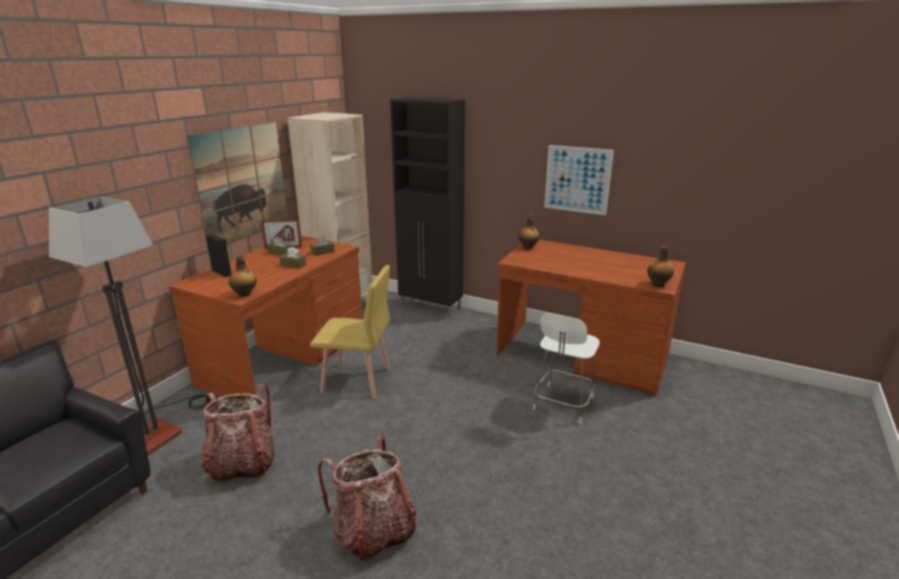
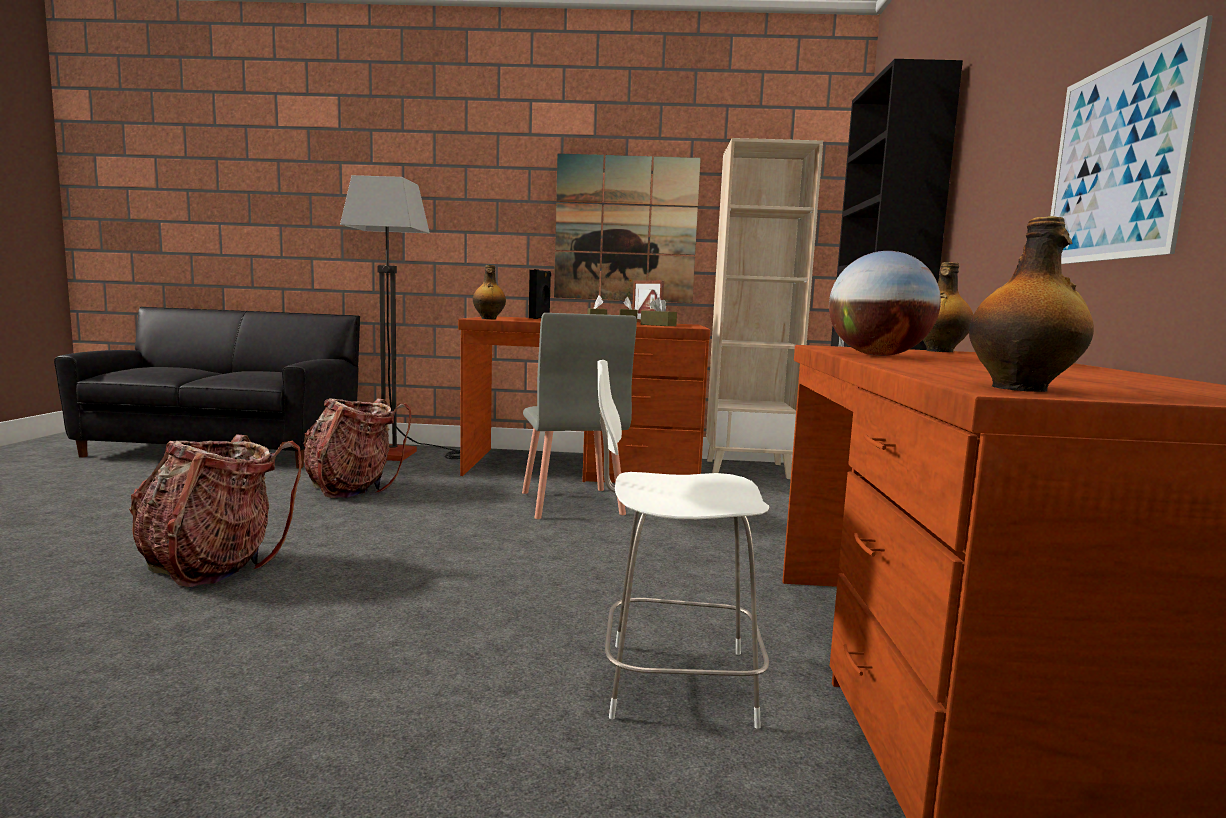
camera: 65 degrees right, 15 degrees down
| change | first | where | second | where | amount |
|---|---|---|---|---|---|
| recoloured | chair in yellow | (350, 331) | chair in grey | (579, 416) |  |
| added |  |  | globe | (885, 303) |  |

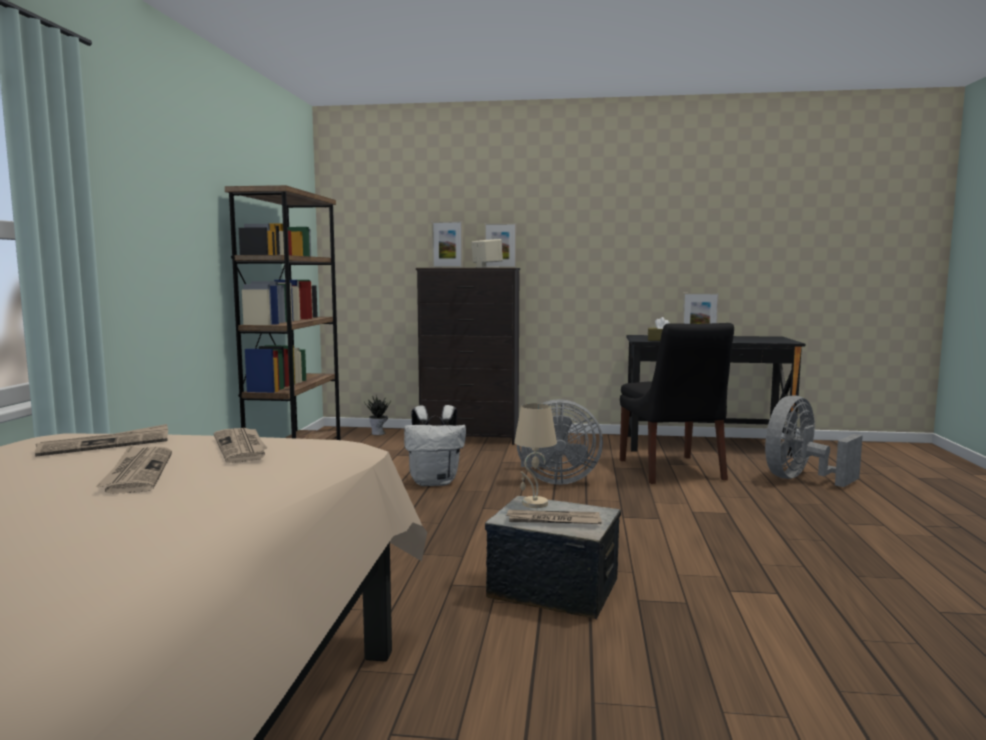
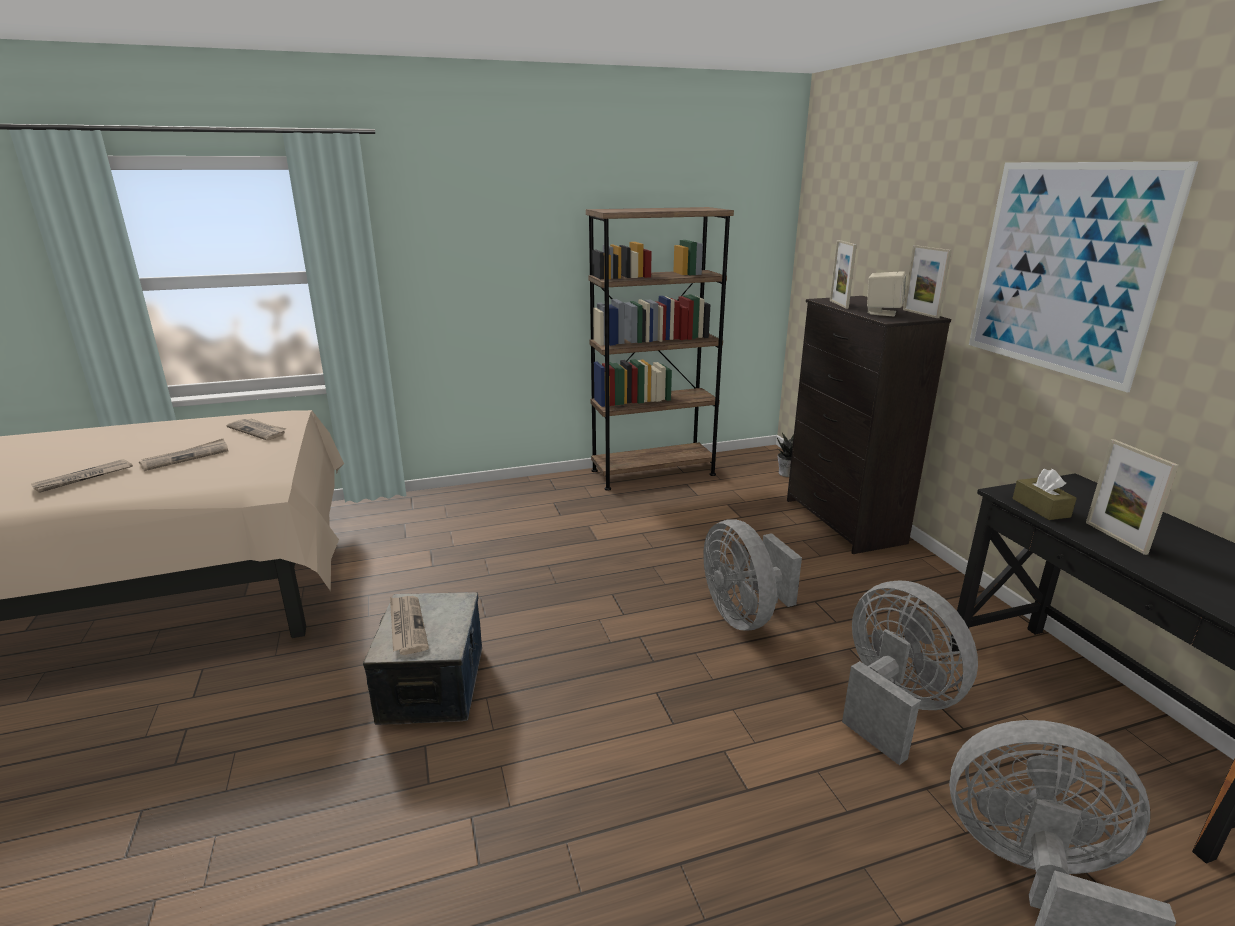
camera: 65 degrees right, 15 degrees up
| change | first | where | second | where | amount |
|---|---|---|---|---|---|
| replaced | chair in black | (677, 403) | fan in grey | (910, 673) |  |
| removed | table lamp in beige | (535, 455) |  |  |  |
| removed | backpack in white | (435, 445) |  |  |  |
| moved | newspaper | (240, 445) |  | (82, 476) |  |
| added |  |  | picture | (1083, 277) |  |

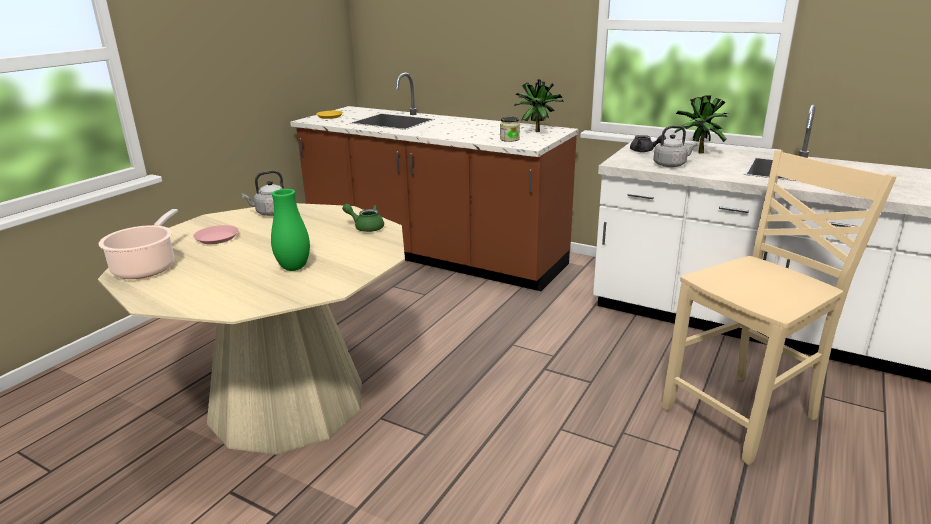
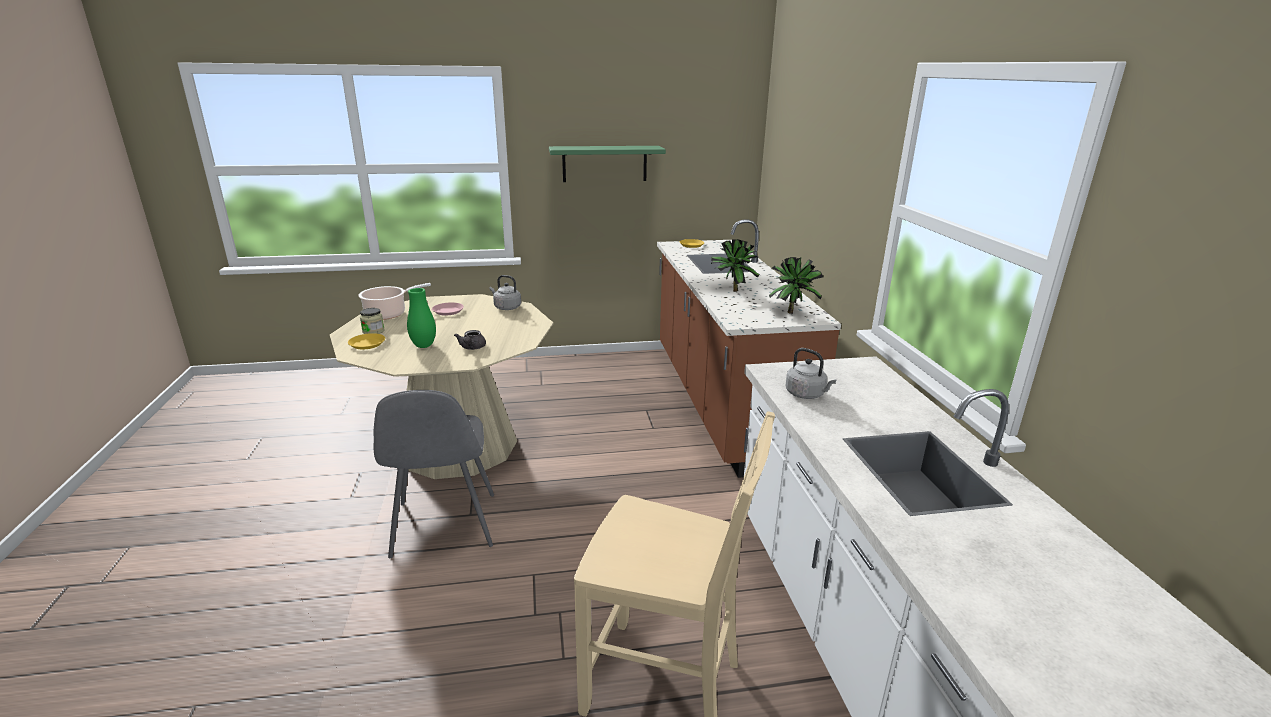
camera: 50 degrees right, 0 degrees up
| change | first | where | second | where | amount |
|---|---|---|---|---|---|
| moved | potted plant | (701, 124) |  | (735, 265) |  |
| moved | jar | (510, 129) |  | (372, 321) |  |
| moved | teapot in grey | (648, 143) |  | (470, 340) |  |
| removed | teapot in green | (363, 218) |  |  |  |
| added |  |  | shelf in green | (607, 164) |  |
| added |  |  | plate in yellow | (366, 341) |  |
| added |  |  | chair in grey | (434, 474) |  |

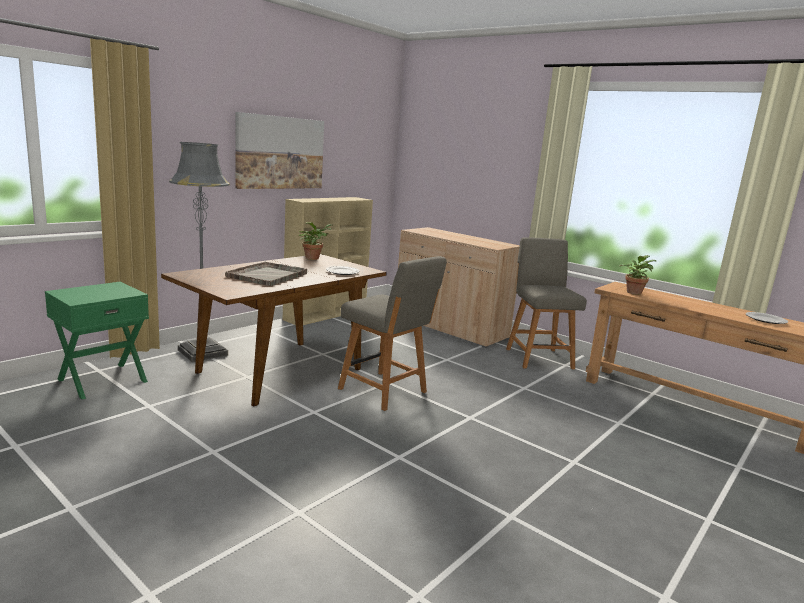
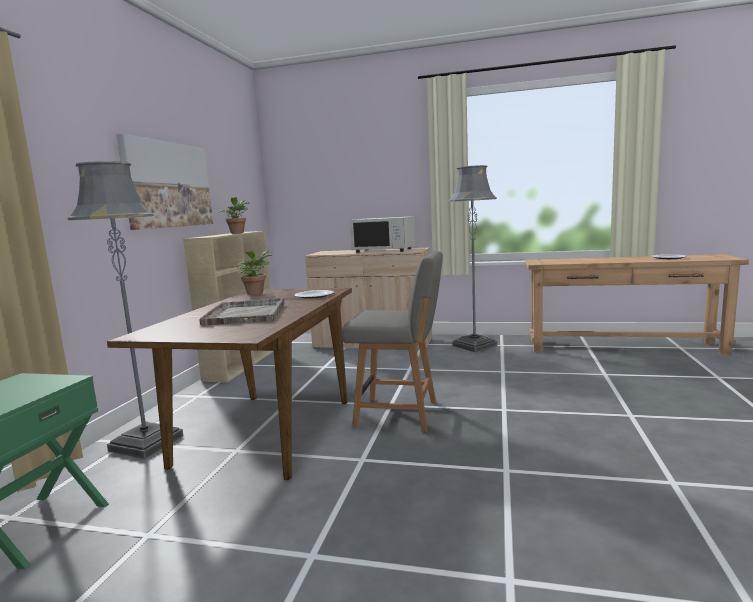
camera: 25 degrees left, 5 degrees down
| change | first | where | second | where | amount |
|---|---|---|---|---|---|
| replaced | chair in grey | (546, 303) | floor lamp in grey | (472, 258) |  |
| moved | potted plant | (637, 275) |  | (234, 215) |  |
| added |  |  | microwave in white | (382, 234) |  |

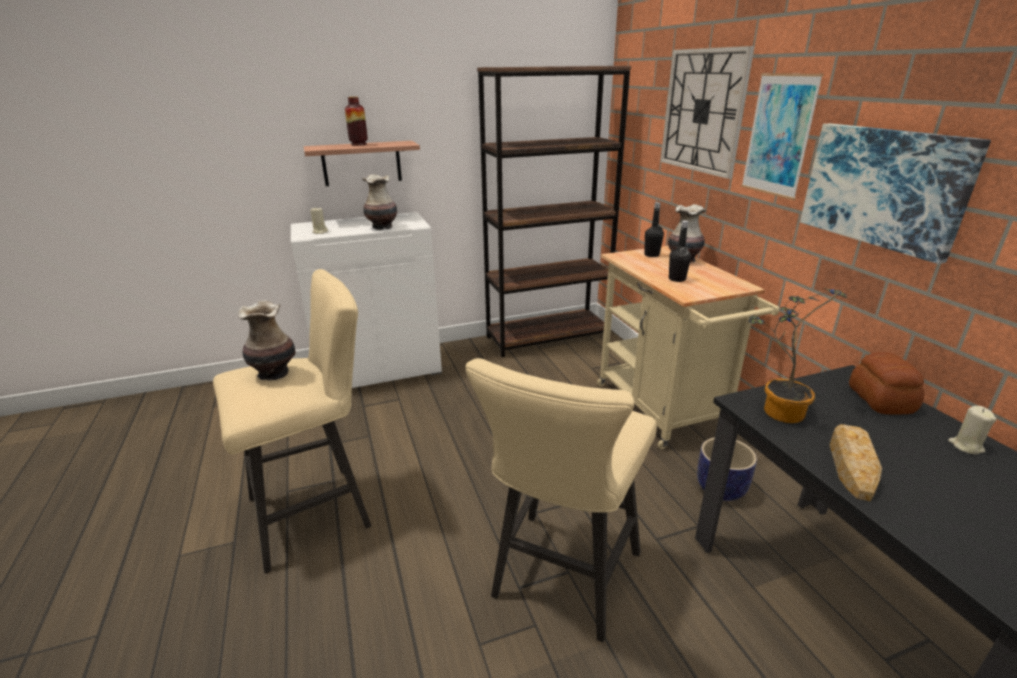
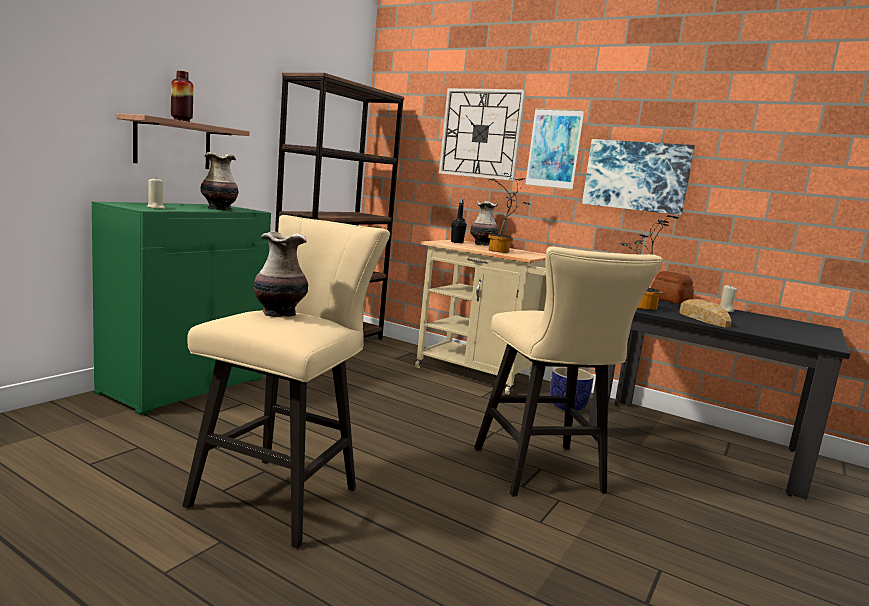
camera: 40 degrees left, 15 degrees down
| change | first | where | second | where | amount |
|---|---|---|---|---|---|
| recoloured | cabinet in white | (366, 300) | cabinet in green | (181, 308) |  |
| replaced | bottle in black | (680, 251) | potted plant | (509, 213) |  |

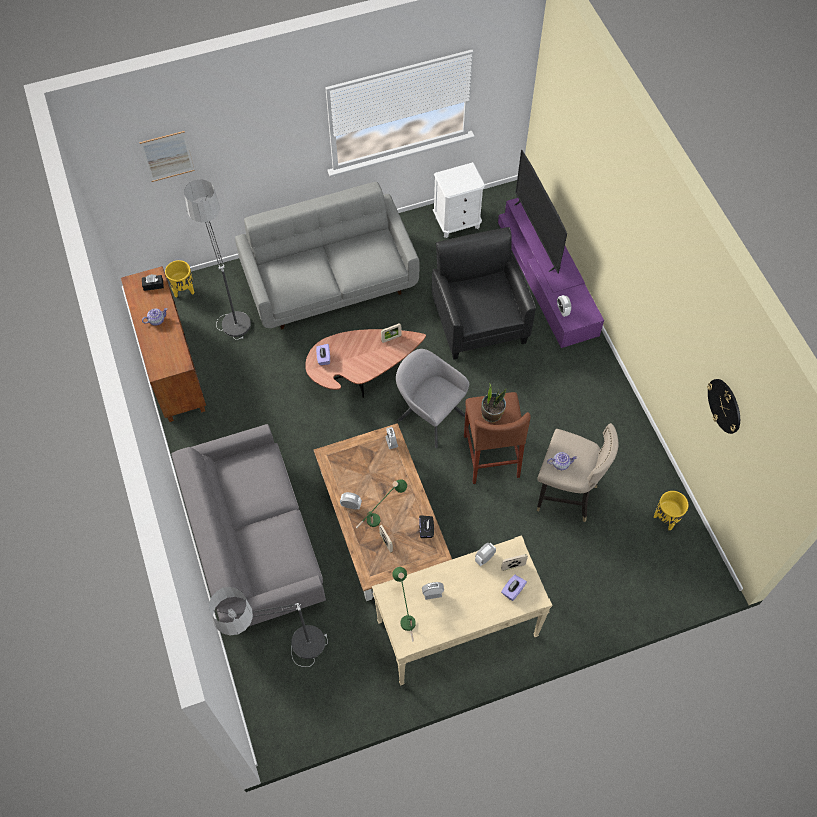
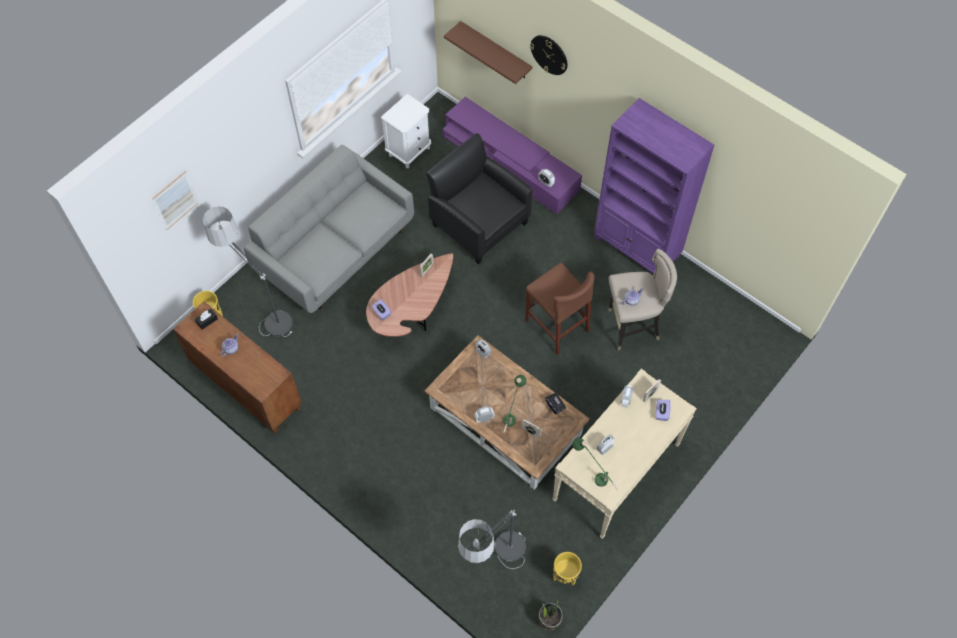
camera: 30 degrees left, 0 degrees up
| change | first | where | second | where | amount |
|---|---|---|---|---|---|
| removed | television | (541, 212) |  |  |  |
| removed | armchair in grey | (432, 398) |  |  |  |
| moved | wall clock | (723, 406) |  | (549, 55) |  |
| moved | potted plant | (493, 403) |  | (551, 615) |  |
| removed | sofa in grey | (248, 525) |  |  |  |
| moved | planter in yellow | (671, 510) |  | (567, 568) |  |
| added |  |  | shelf in brown | (488, 52) |  |
| added |  |  | bookcase in purple | (654, 186) |  |

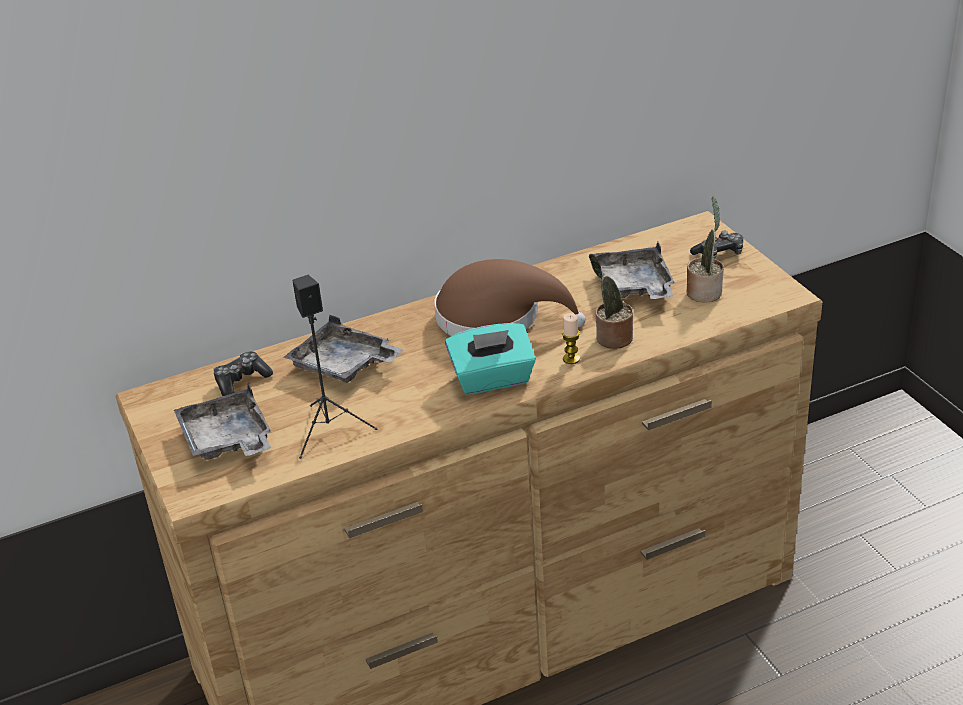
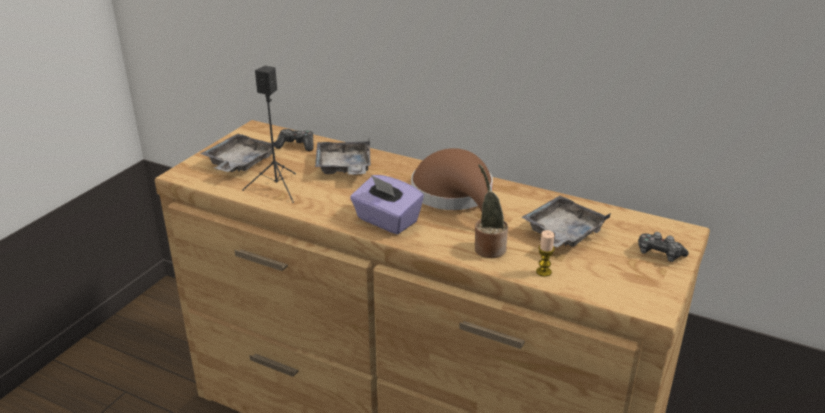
camera: 50 degrees right, 5 degrees down
| change | first | where | second | where | amount |
|---|---|---|---|---|---|
| removed | potted plant | (705, 249) |  |  |  |
| moved | candle | (571, 338) |  | (545, 253) |  |
| recoloured | tissue box in turquoise | (490, 359) | tissue box in purple | (387, 204) |  |

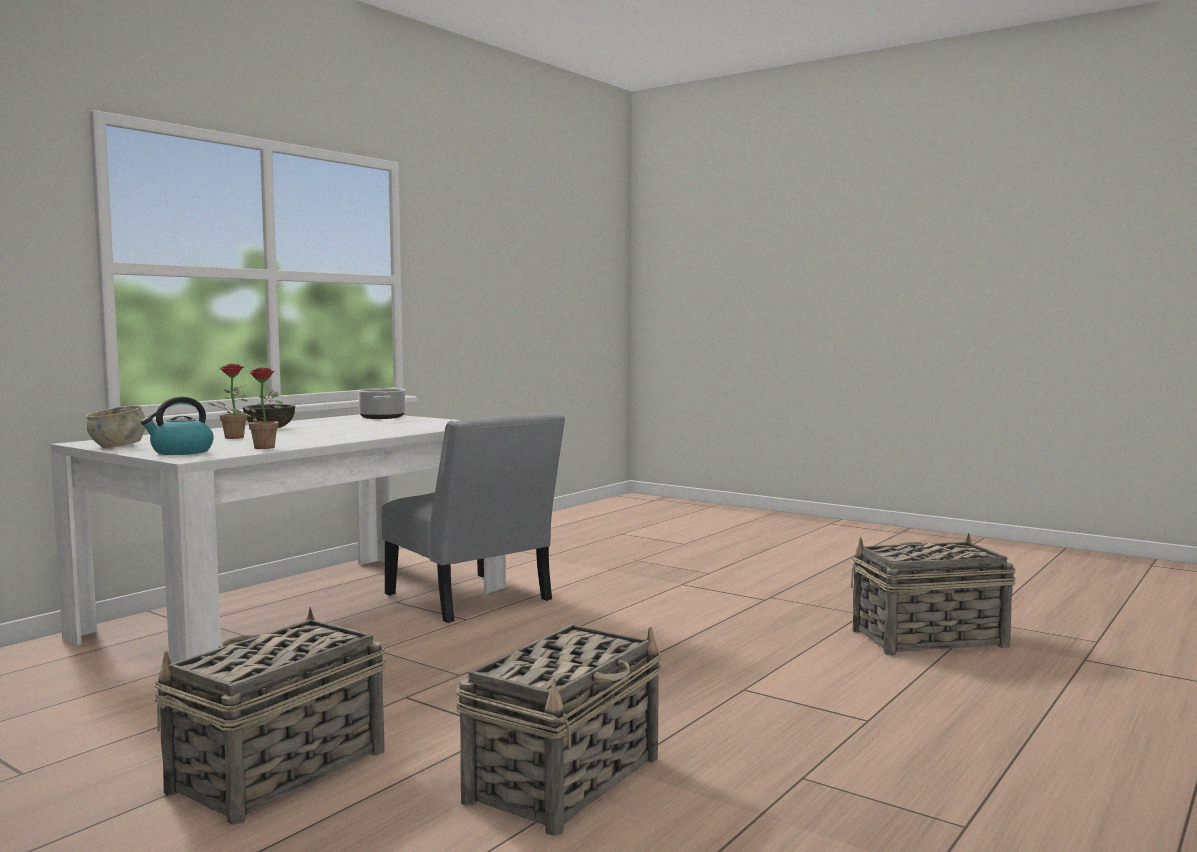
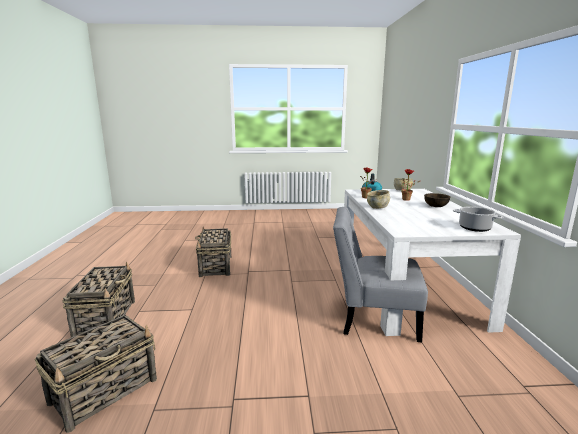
camera: 140 degrees right, 10 degrees up
| change | first | where | second | where | amount |
|---|---|---|---|---|---|
| moved | basket | (270, 716) |  | (98, 299) |  |
| added |  |  | bowl in beige | (378, 199) |  |

